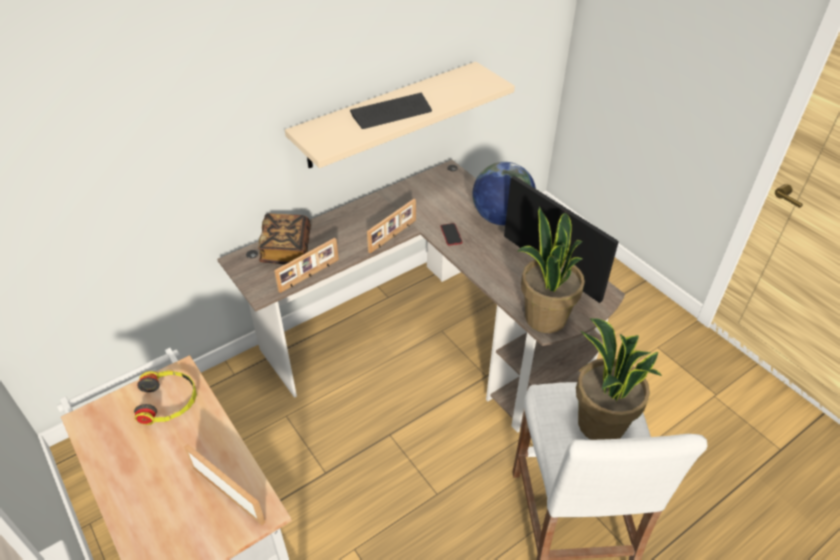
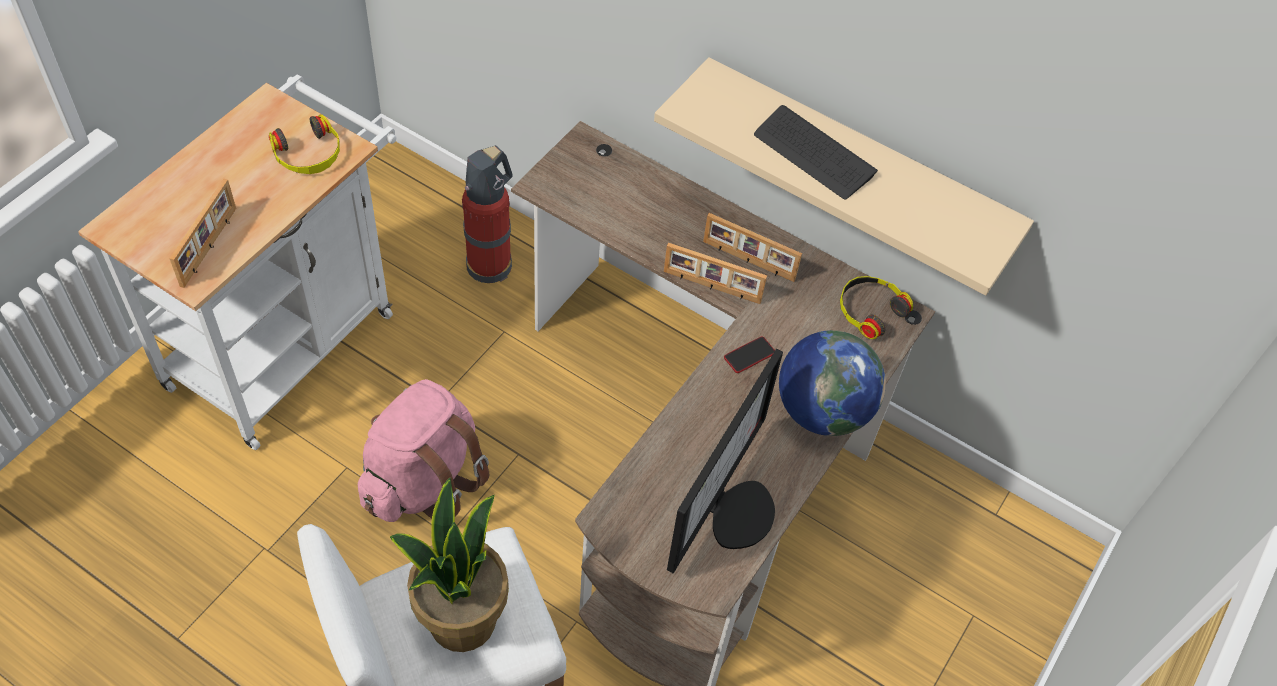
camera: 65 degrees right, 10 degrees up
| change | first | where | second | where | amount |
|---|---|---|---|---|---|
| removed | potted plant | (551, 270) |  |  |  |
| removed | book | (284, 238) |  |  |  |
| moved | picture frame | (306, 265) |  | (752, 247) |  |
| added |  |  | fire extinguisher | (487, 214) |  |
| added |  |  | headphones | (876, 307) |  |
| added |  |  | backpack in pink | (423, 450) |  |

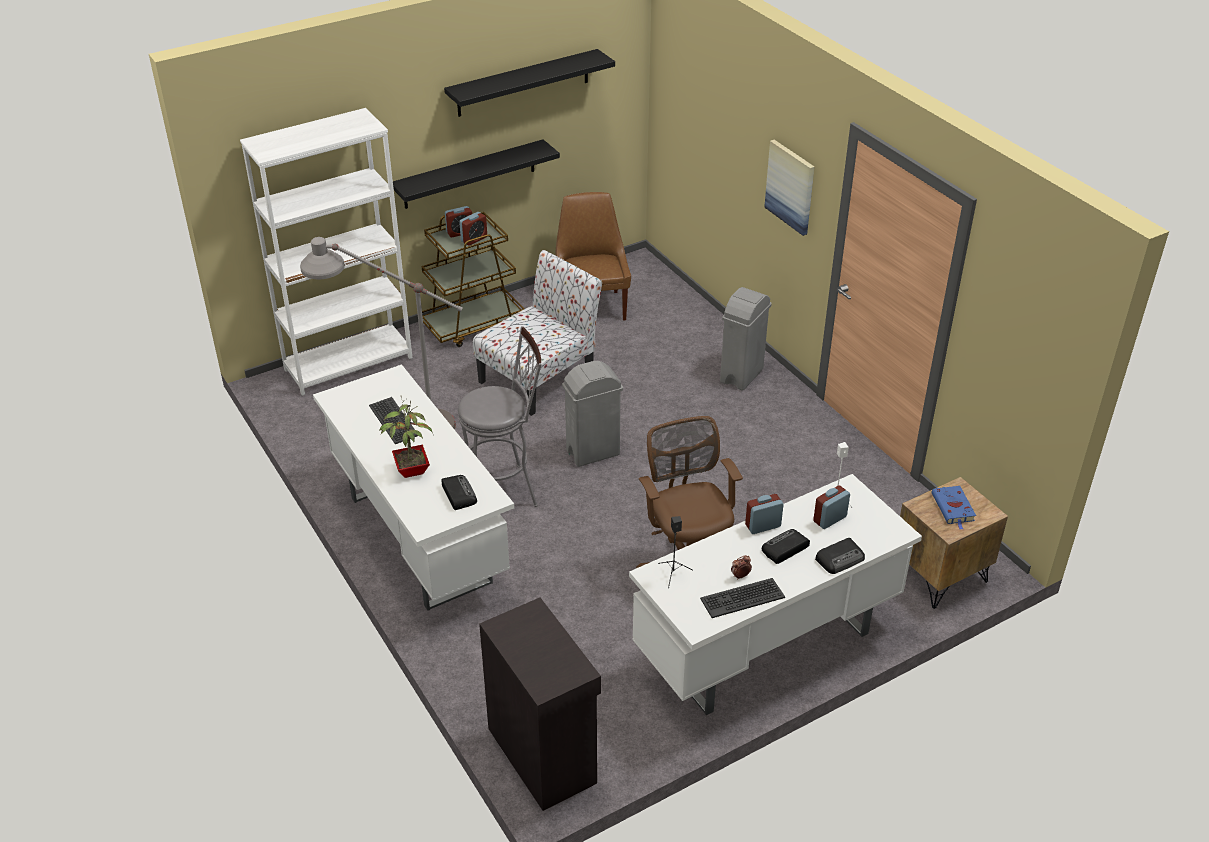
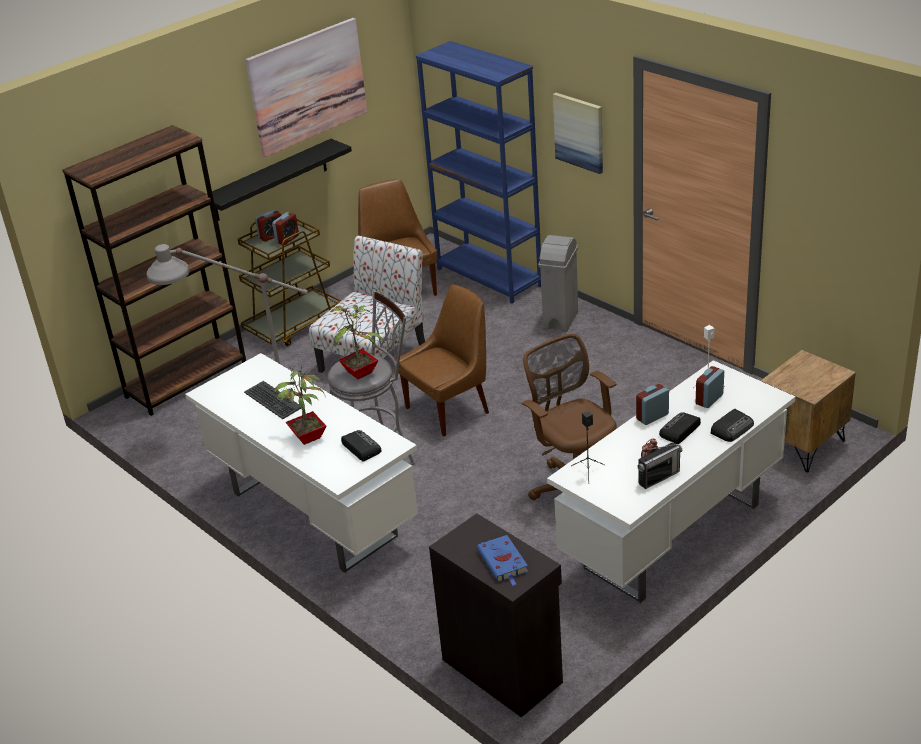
camera: 10 degrees left, 5 degrees down
| change | first | where | second | where | amount |
|---|---|---|---|---|---|
| replaced | shelf in black | (529, 83) | picture | (306, 87) |  |
| recoloured | bookcase in white | (326, 252) | bookcase in brown | (154, 270) |  |
| replaced | trash can in grey | (592, 414) | chair in brown | (442, 360) |  |
| moved | book in blue | (953, 508) |  | (502, 560) |  |
| replaced | keyboard | (742, 598) | radio | (659, 466) |  |
| added |  |  | bookcase in blue | (478, 172) |  |
| added |  |  | potted plant | (357, 342) |  |

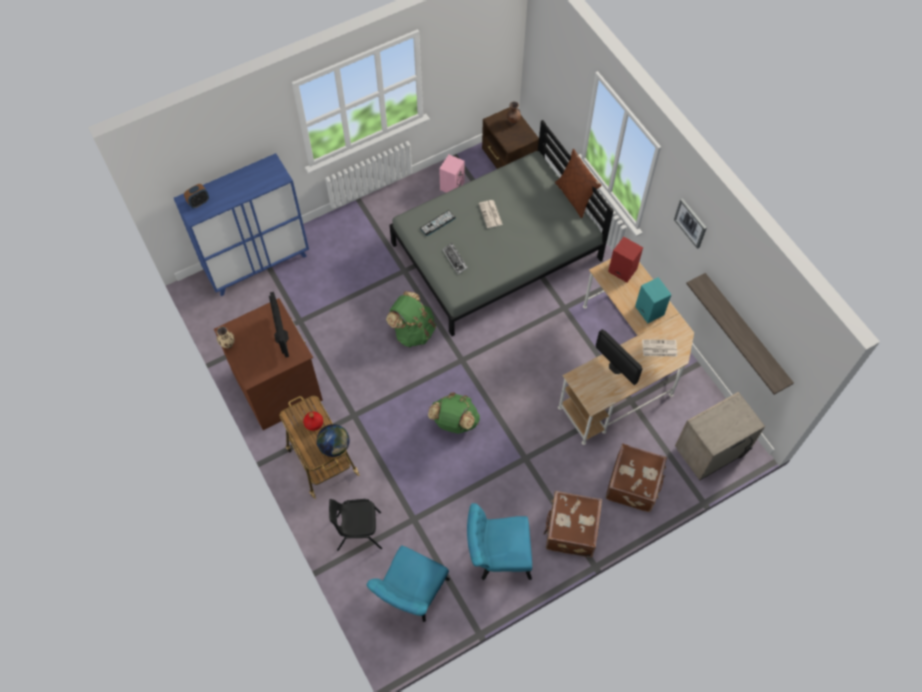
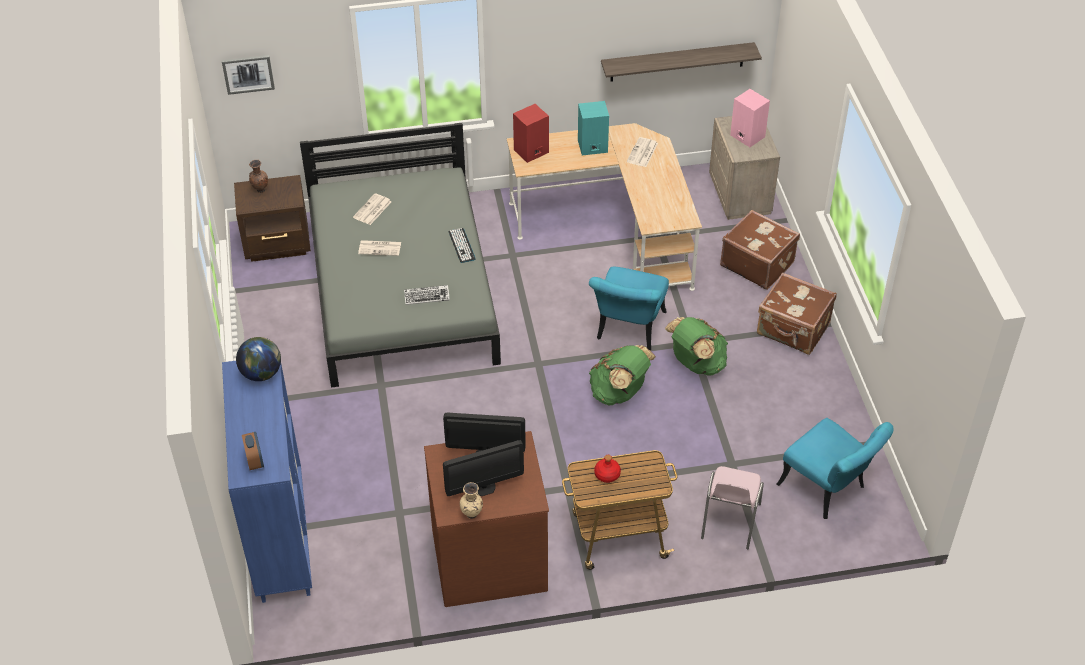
camera: 70 degrees left, 15 degrees down
| change | first | where | second | where | amount |
|---|---|---|---|---|---|
| removed | pillow in brown | (578, 184) |  |  |  |
| moved | speaker in pink | (452, 174) |  | (750, 118) |  |
| moved | picture | (690, 223) |  | (248, 75) |  |
| moved | keyboard | (438, 223) |  | (462, 245) |  |
| moved | backpack in green | (411, 319) |  | (696, 346) |  |
| moved | monitor | (619, 357) |  | (483, 468) |  |
| moved | globe | (333, 440) |  | (258, 359) |  |
| recoloured | chair in black | (355, 525) | chair in pink | (732, 508) |  |
| moved | chair in turquoise | (499, 541) |  | (629, 308) |  |
| added |  |  | newspaper | (372, 209) |  |

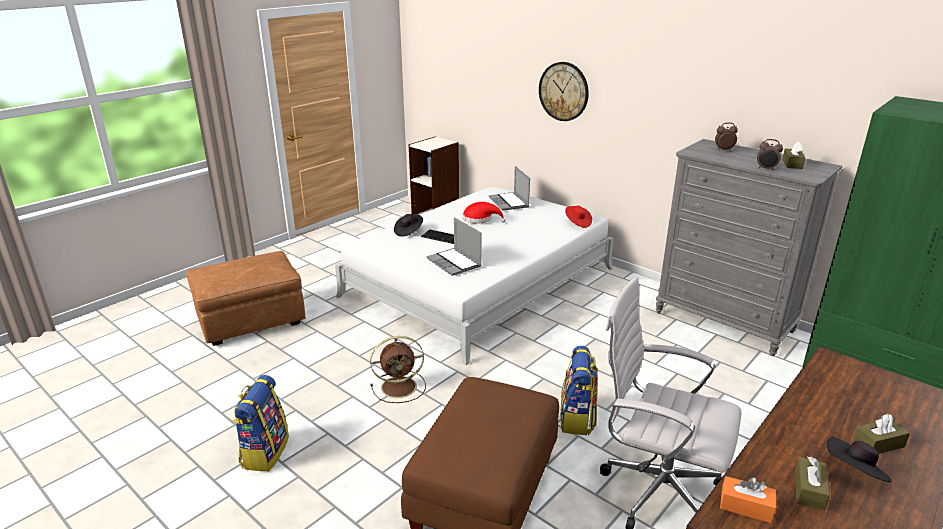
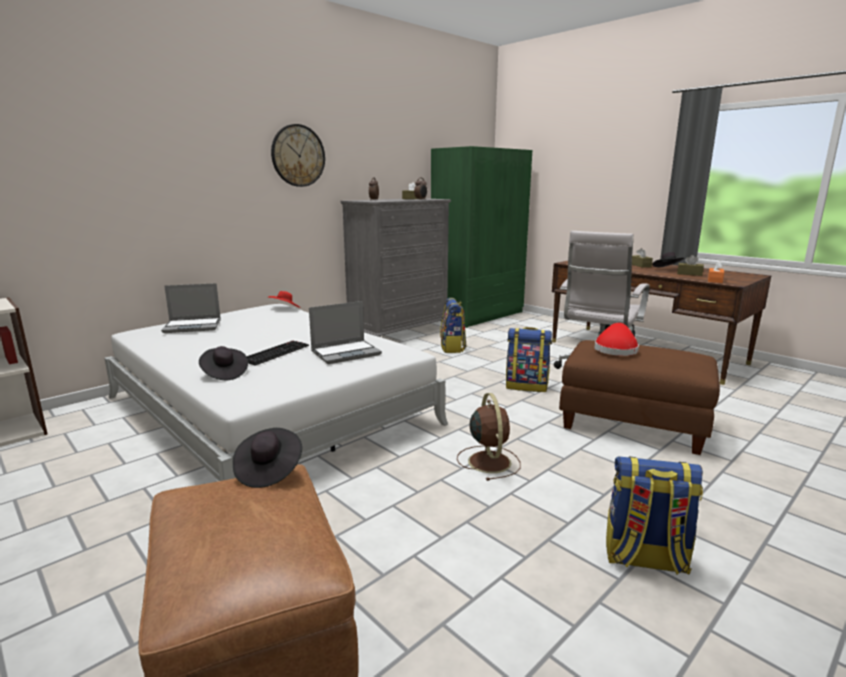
camera: 85 degrees left, 10 degrees down
| change | first | where | second | where | amount |
|---|---|---|---|---|---|
| moved | wall clock | (564, 91) |  | (298, 155) |  |
| moved | hat in red | (484, 212) |  | (617, 339) |  |
| added |  |  | backpack | (453, 325) |  |
| added |  |  | hat in black | (267, 458) |  |

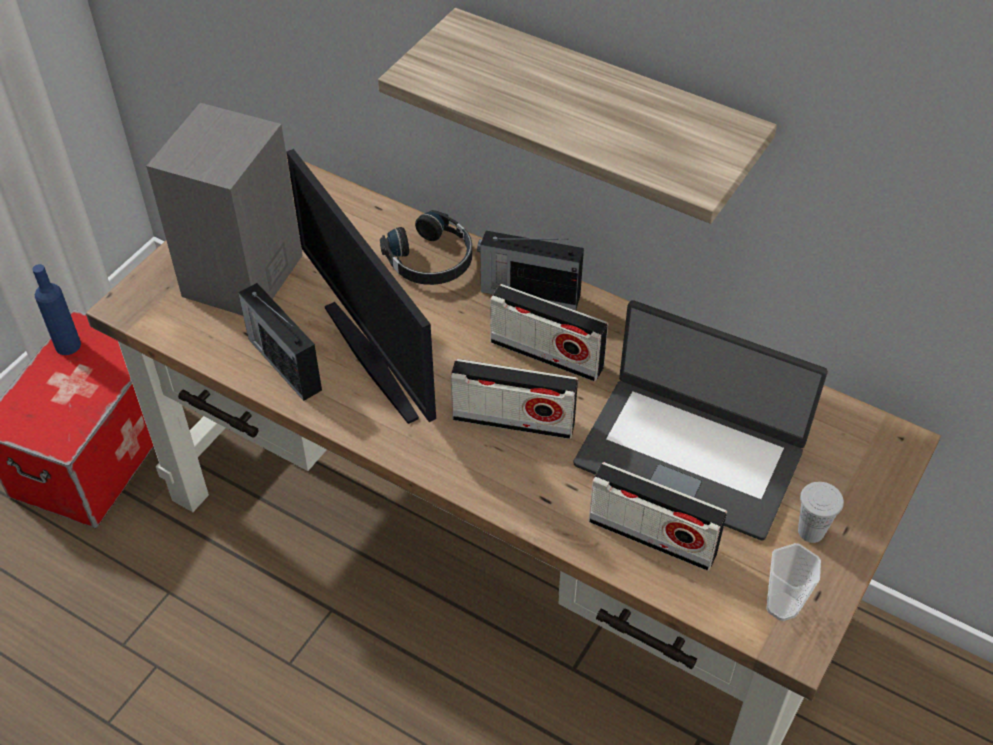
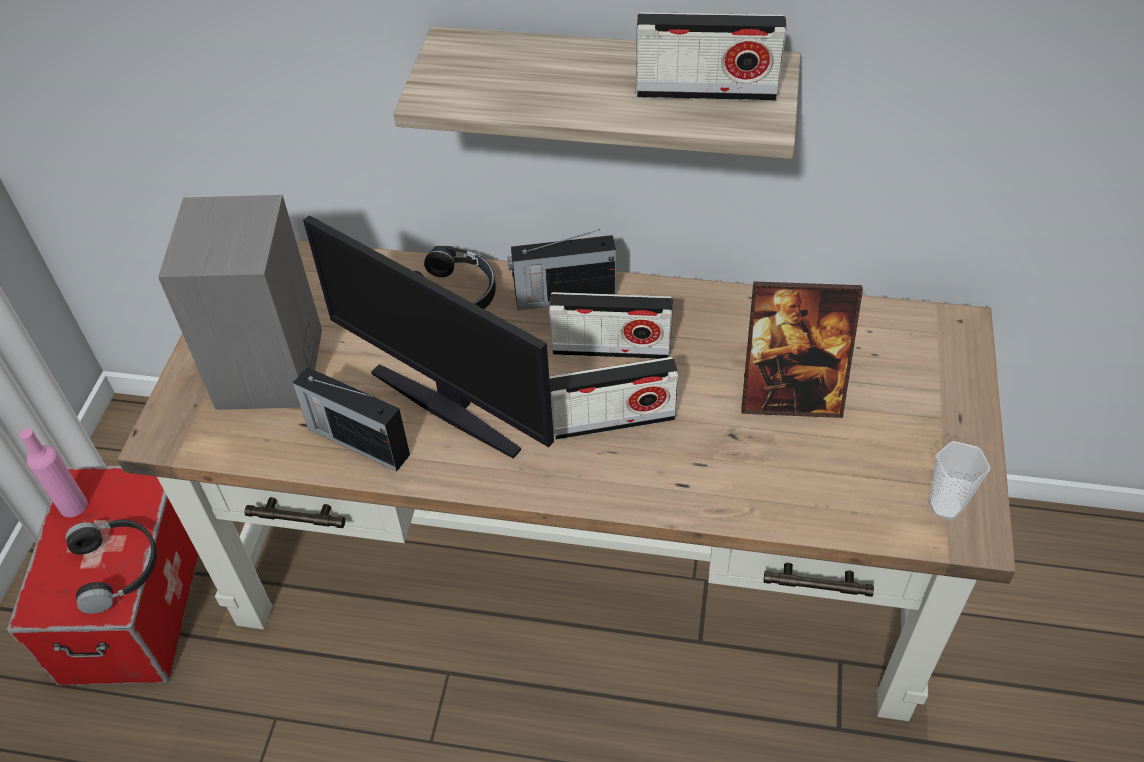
camera: 20 degrees left, 0 degrees up
| change | first | where | second | where | amount |
|---|---|---|---|---|---|
| recoloured | bottle in blue | (56, 309) | bottle in pink | (53, 472) |  |
| replaced | laptop | (701, 420) | picture frame | (802, 349) |  |
| moved | radio | (658, 516) |  | (711, 56) |  |
| removed | cup in white | (821, 512) |  |  |  |
| added |  |  | headphones in black | (111, 566) |  |

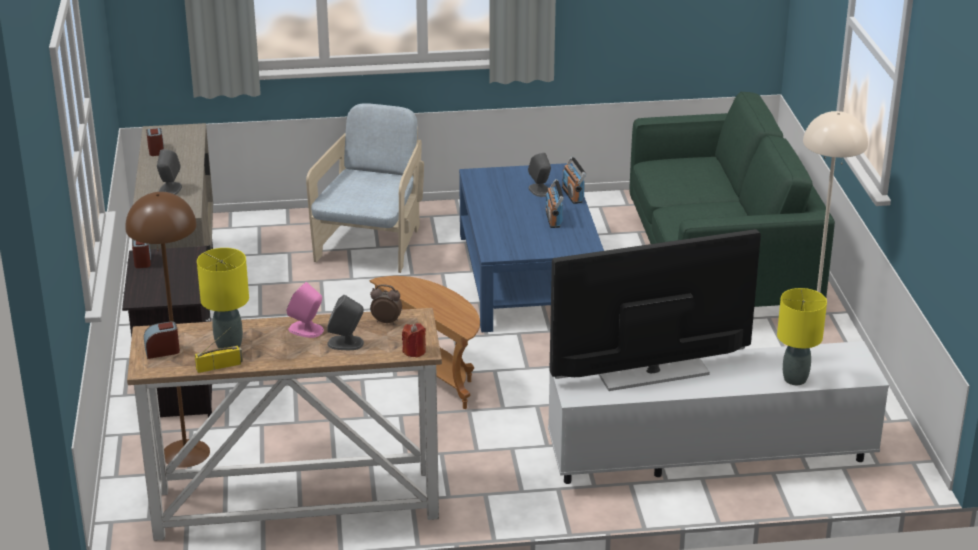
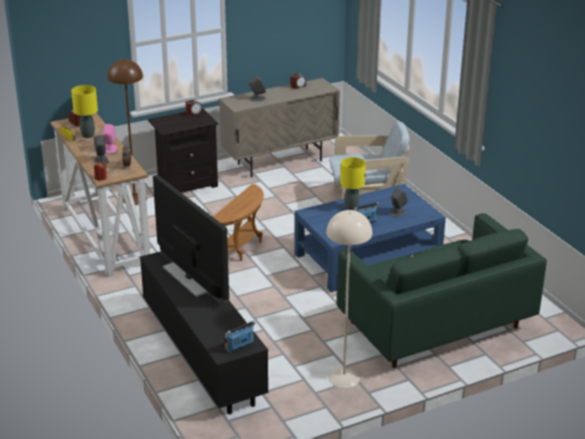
camera: 70 degrees right, 0 degrees up
| change | first | where | second | where | amount |
|---|---|---|---|---|---|
| moved | radio | (574, 180) |  | (240, 337) |  |
| moved | table lamp in yellow | (802, 336) |  | (353, 183) |  |
| recoloured | tv stand in white | (718, 412) | tv stand in black | (204, 332) |  |

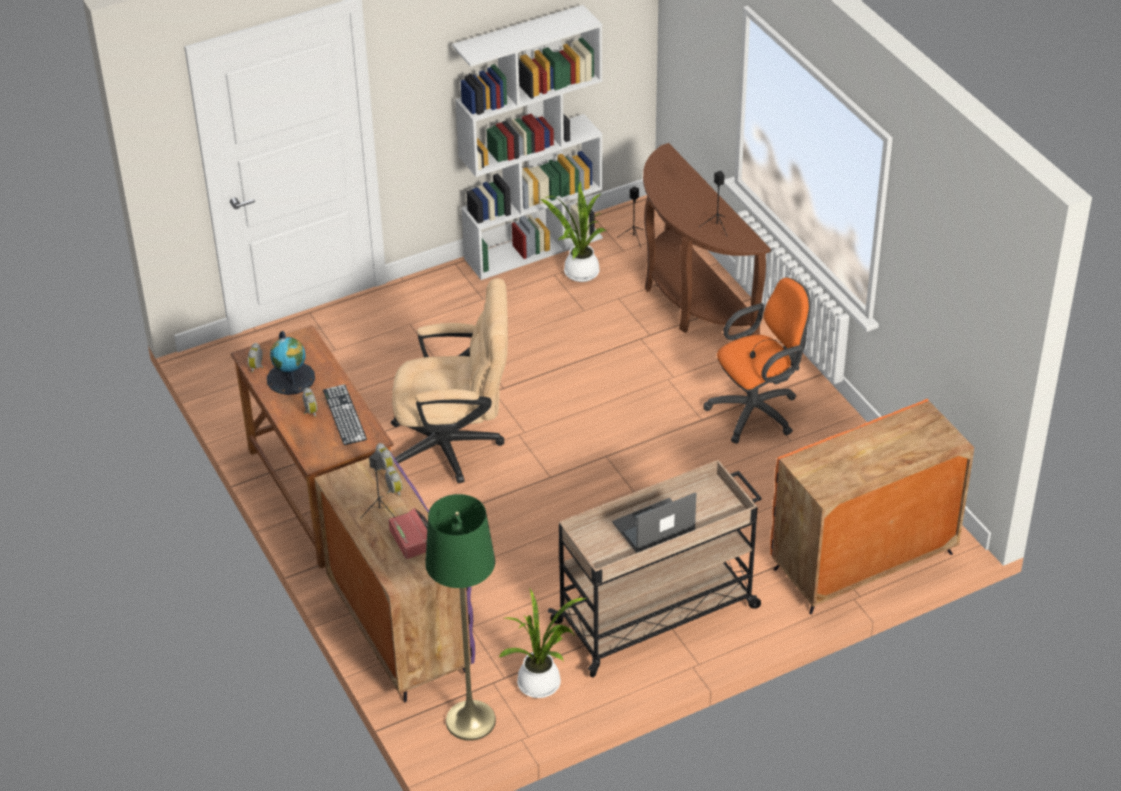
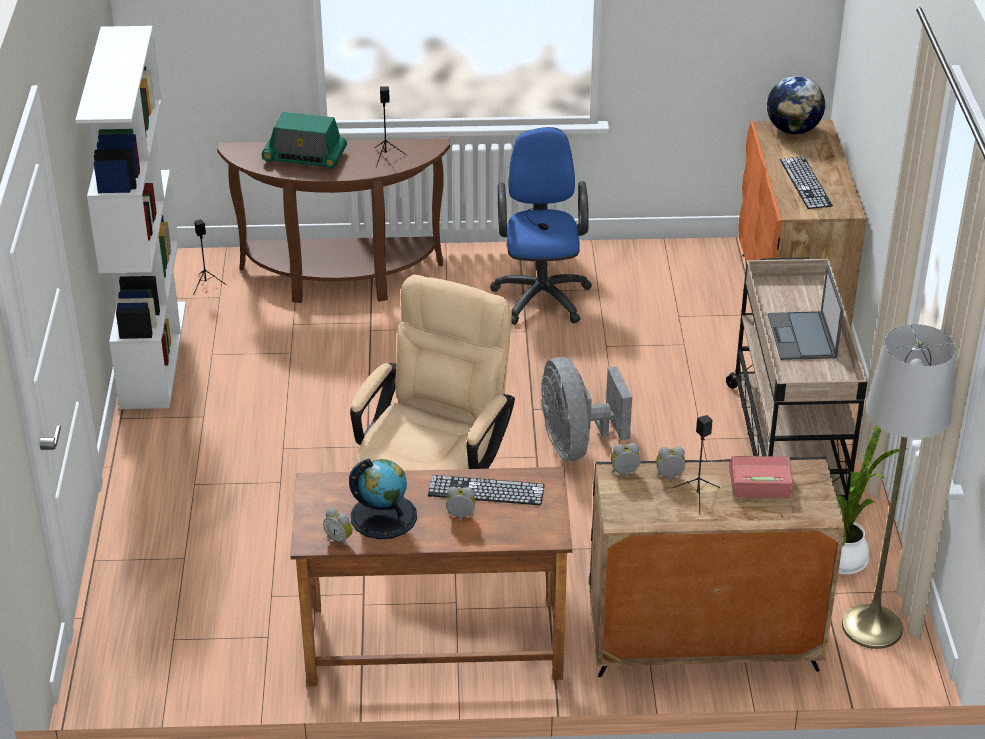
camera: 65 degrees left, 5 degrees down
| change | first | where | second | where | amount |
|---|---|---|---|---|---|
| removed | potted plant | (573, 231) |  |  |  |
| recoloured | office chair in orange | (756, 361) | office chair in blue | (541, 226) |  |
| recoloured | cabinet in purple | (394, 576) | cabinet in black | (717, 566) |  |
| recoloured | floor lamp in green | (460, 617) | floor lamp in grey | (899, 486) |  |
| added |  |  | globe | (796, 105) |  |
| added |  |  | radio | (304, 140) |  |
| added |  |  | keyboard | (806, 183) |  |
| added |  |  | fan in grey | (586, 409) |  |

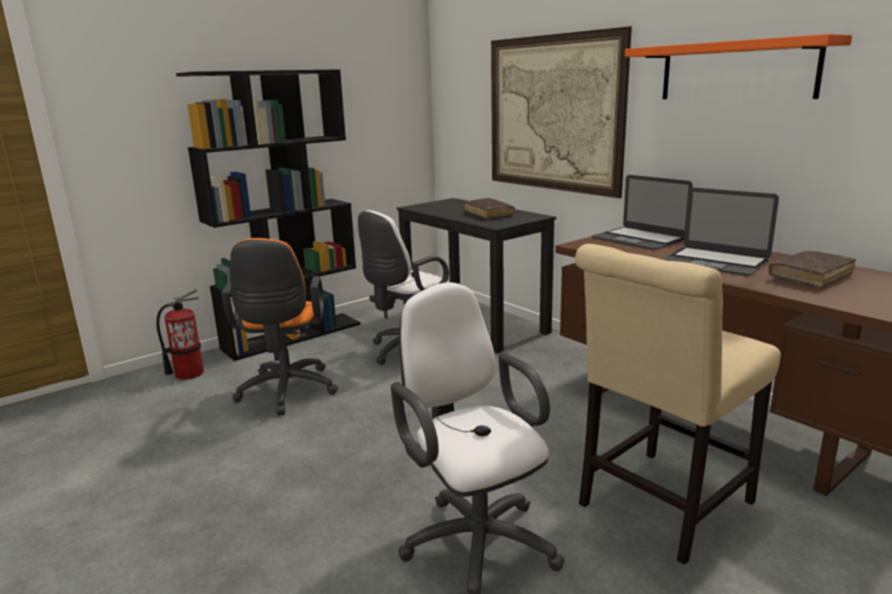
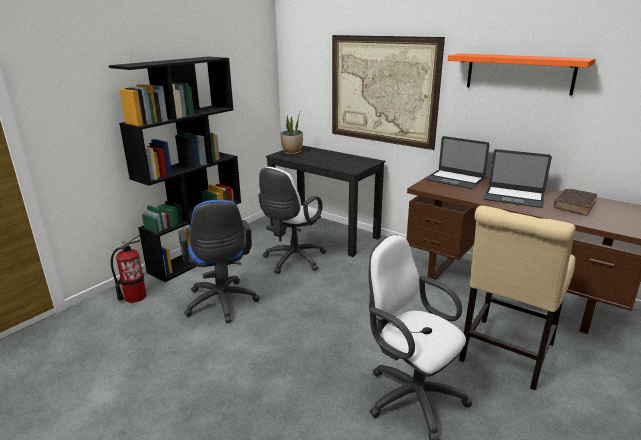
camera: 15 degrees left, 5 degrees up
| change | first | where | second | where | amount |
|---|---|---|---|---|---|
| removed | book in brown | (489, 208) |  |  |  |
| recoloured | office chair in orange | (279, 326) | office chair in blue | (219, 261) |  |
| added |  |  | potted plant | (291, 133) |  |

